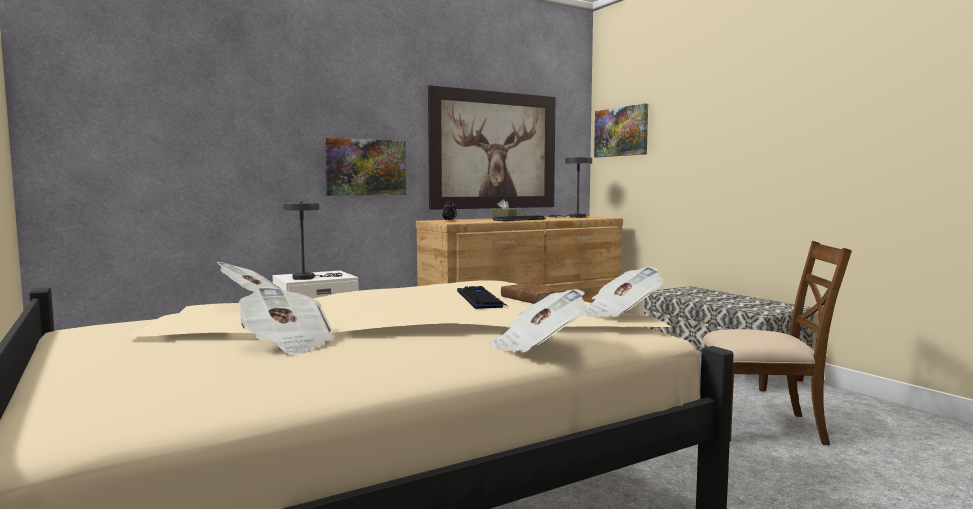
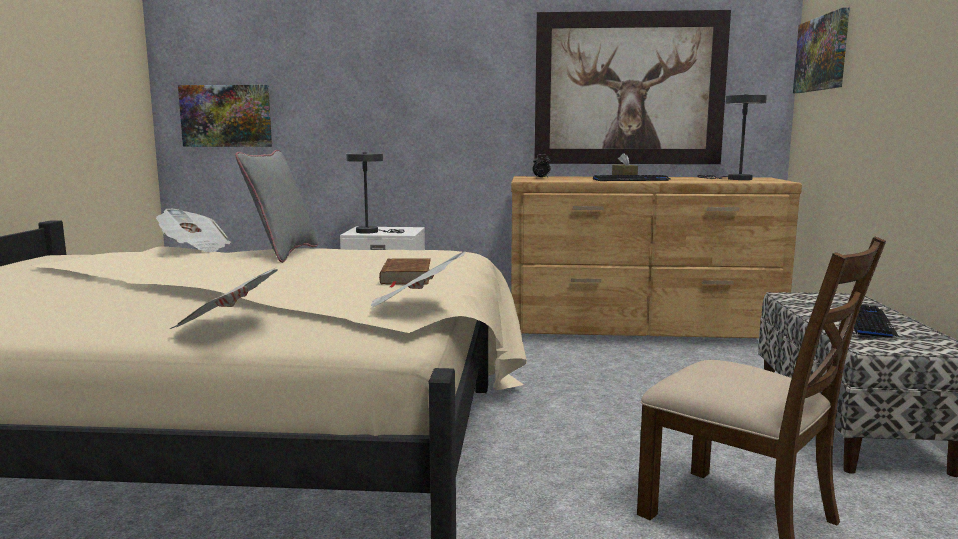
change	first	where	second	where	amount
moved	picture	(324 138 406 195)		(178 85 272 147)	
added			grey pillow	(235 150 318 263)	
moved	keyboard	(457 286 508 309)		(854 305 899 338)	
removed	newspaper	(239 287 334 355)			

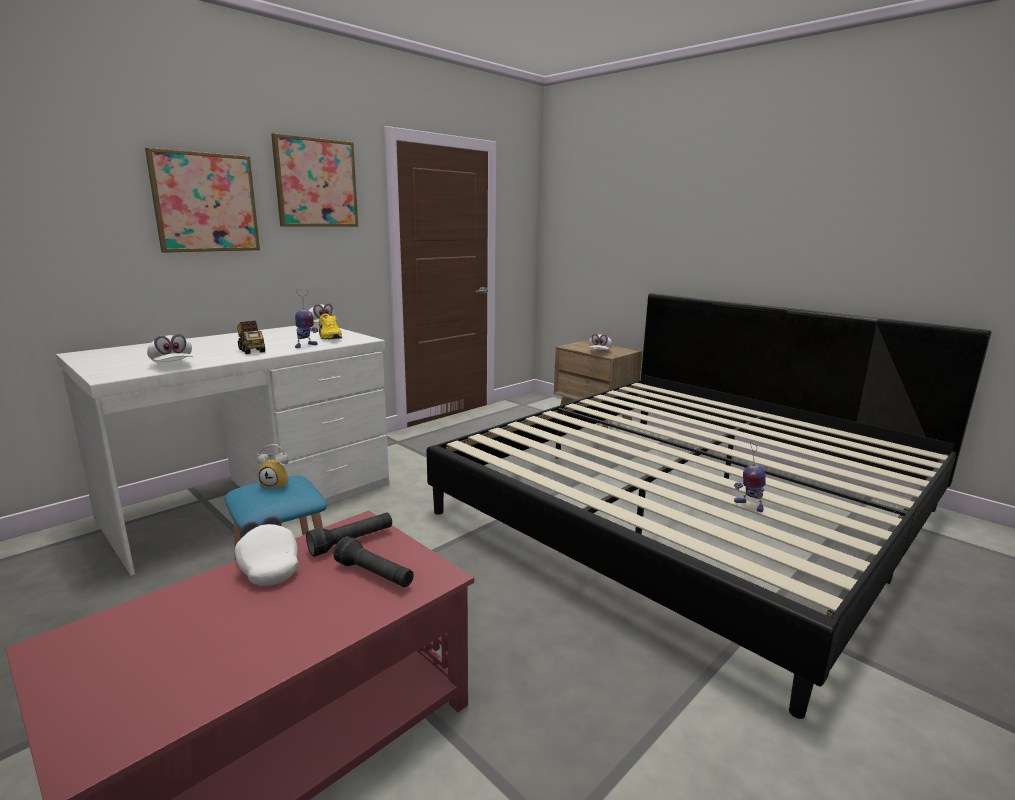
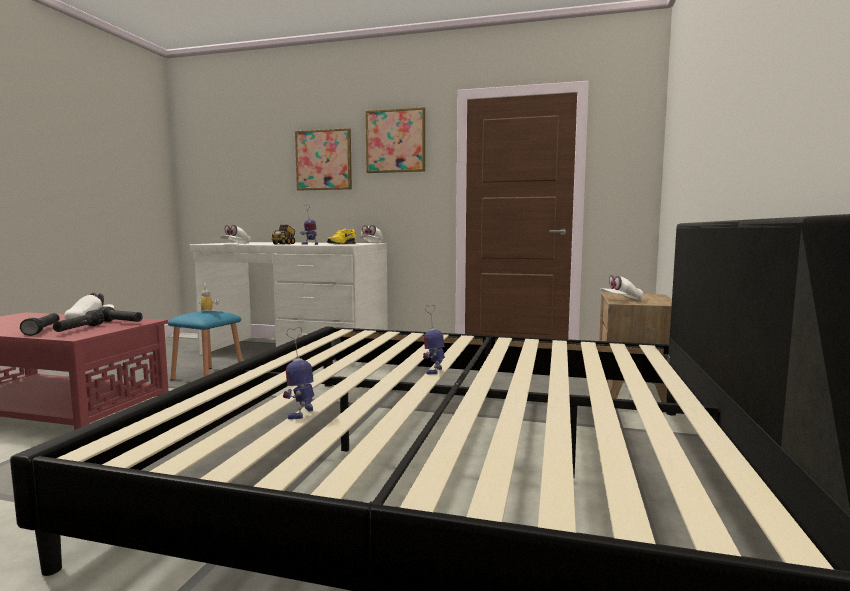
change	first	where	second	where	amount
added			black flashlight	(20 313 60 336)	
added			toy robot	(423 305 445 374)	

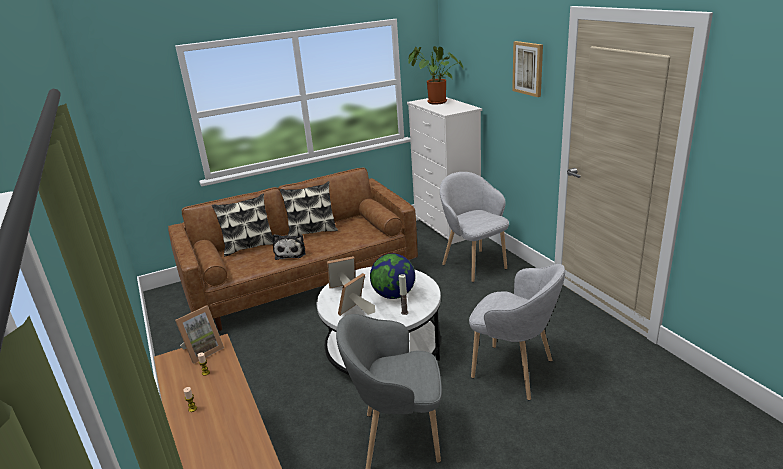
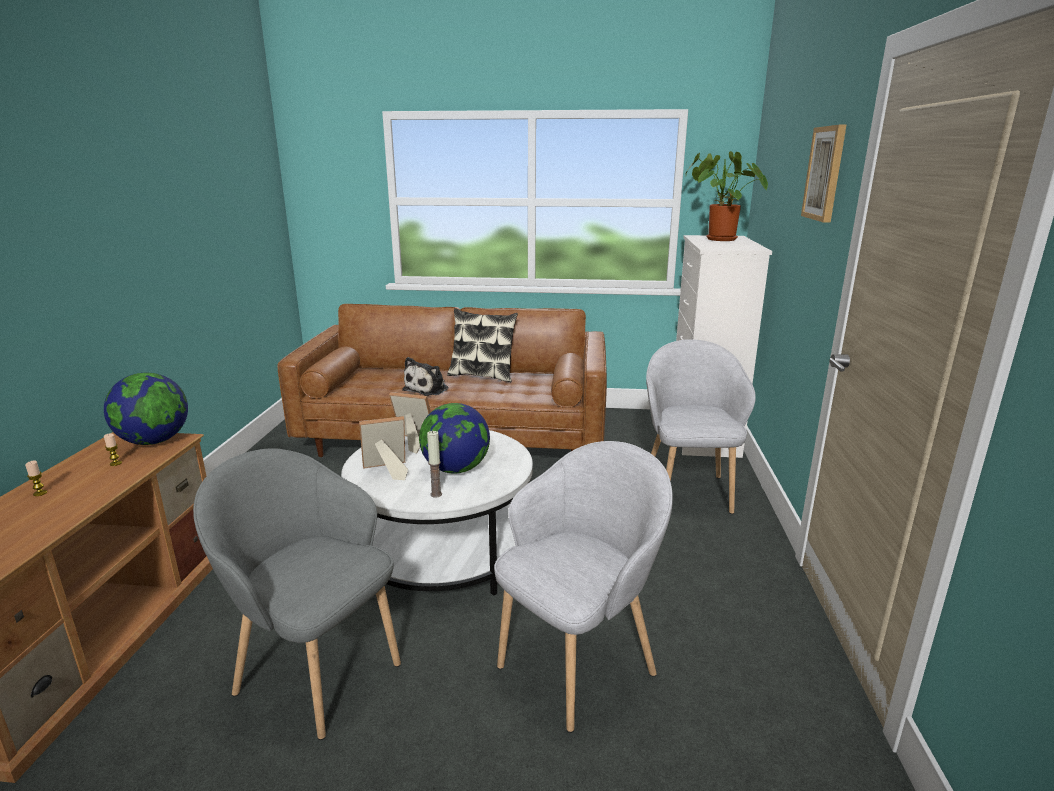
change	first	where	second	where	amount
replaced	picture frame	(175 305 224 364)	globe	(104 373 188 445)	
turned	grey armchair	(469 264 565 401)		(494 441 673 733)	105 degrees counterclockwise
removed	pillow	(212 193 273 257)			

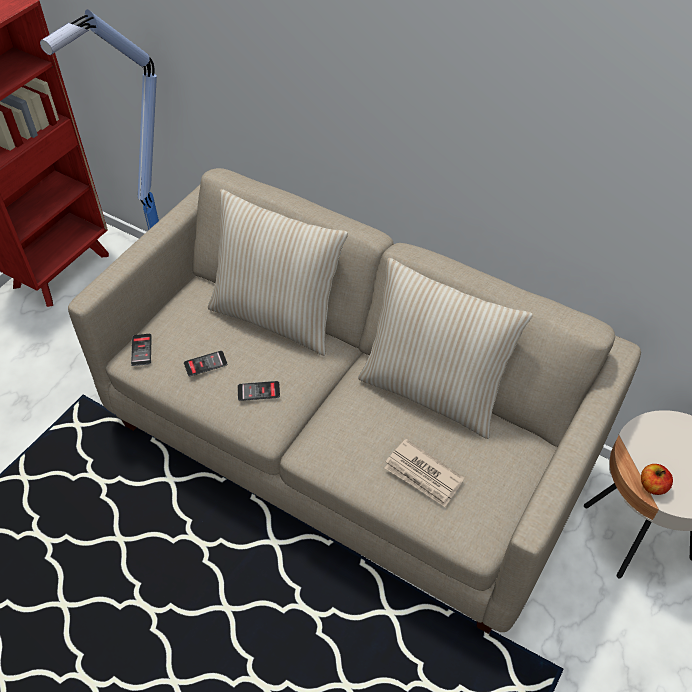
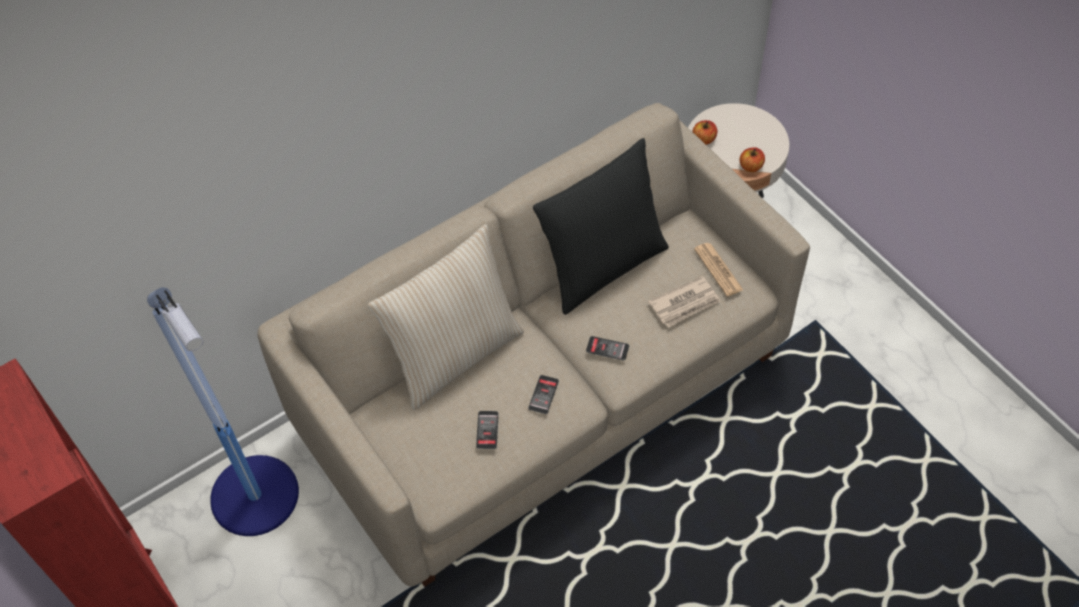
change	first	where	second	where	amount
recoloured	beige pillow	(358 258 533 439)	black pillow	(533 138 669 315)	
moved	phone	(131 334 152 366)		(586 336 629 361)	
added			apple	(692 120 717 145)	
added			newspaper	(694 243 743 297)	

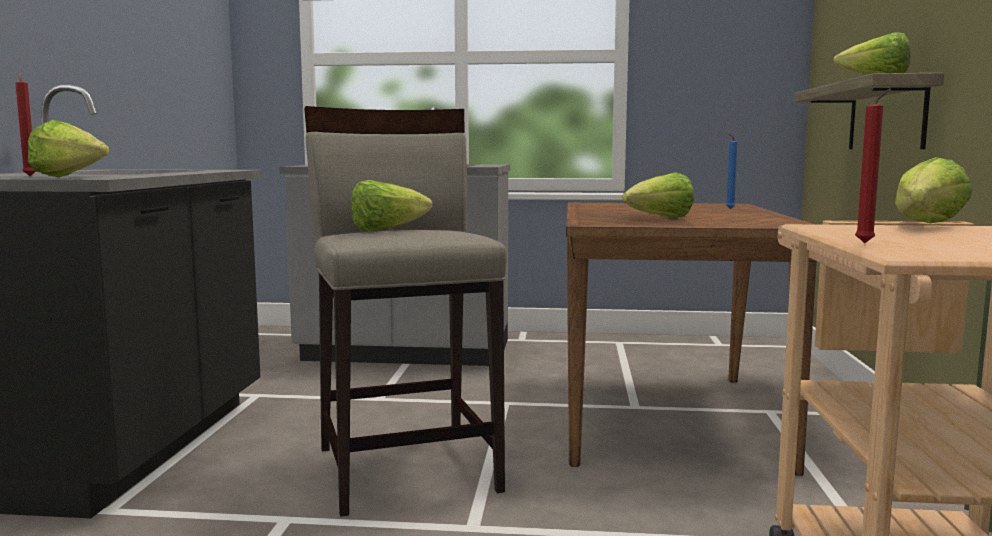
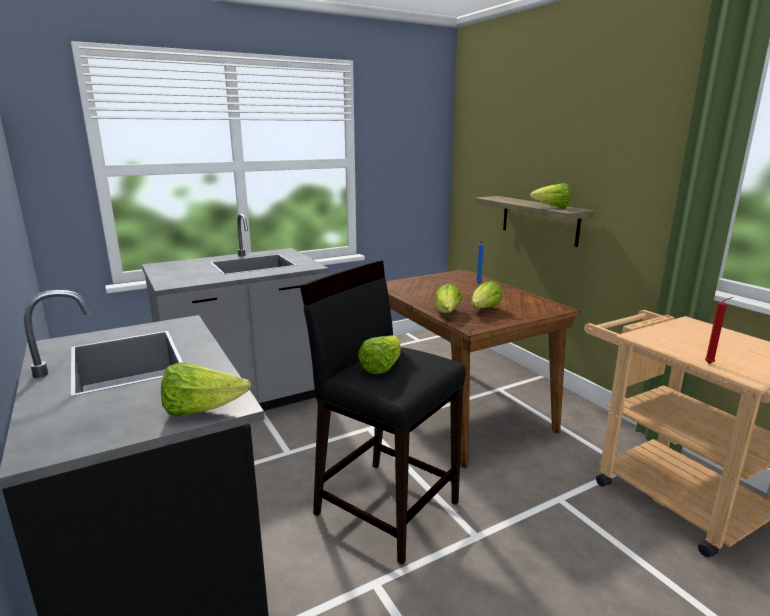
change	first	where	second	where	amount
recoloured	beige stool	(304 106 507 517)	black stool	(300 261 465 564)	
moved	lettuce	(895 157 972 223)		(435 284 462 313)	
removed	red candle	(15 73 36 176)			

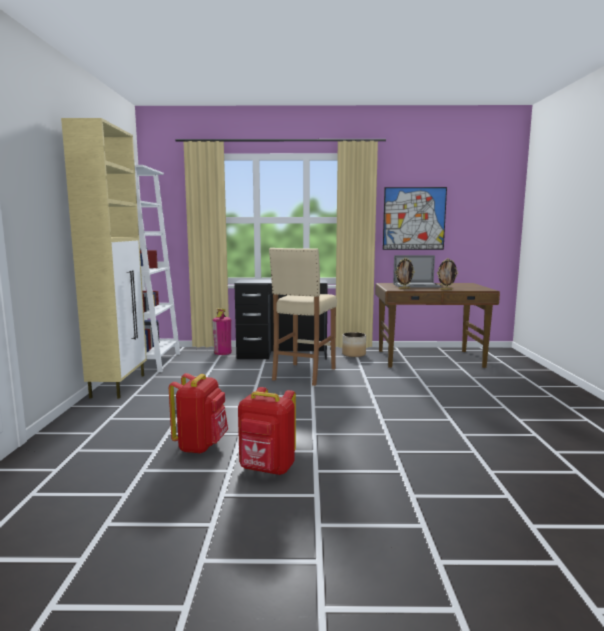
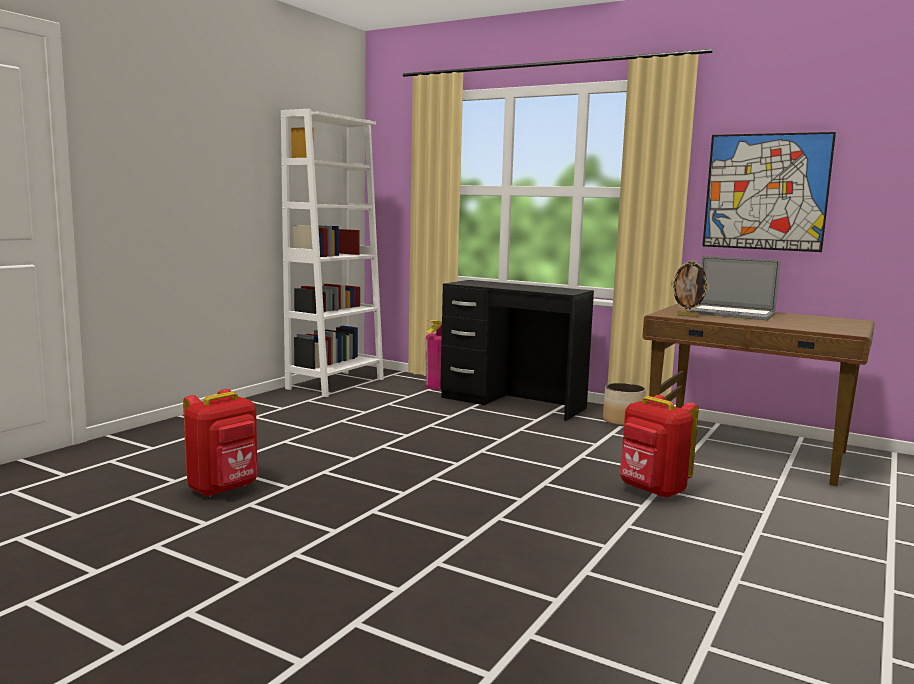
change	first	where	second	where	amount
moved	red backpack	(238 387 296 475)		(619 395 699 498)	
removed	beige cabinet	(61 118 147 398)			
removed	beige stool	(269 248 337 386)			
removed	picture frame	(437 258 458 290)			

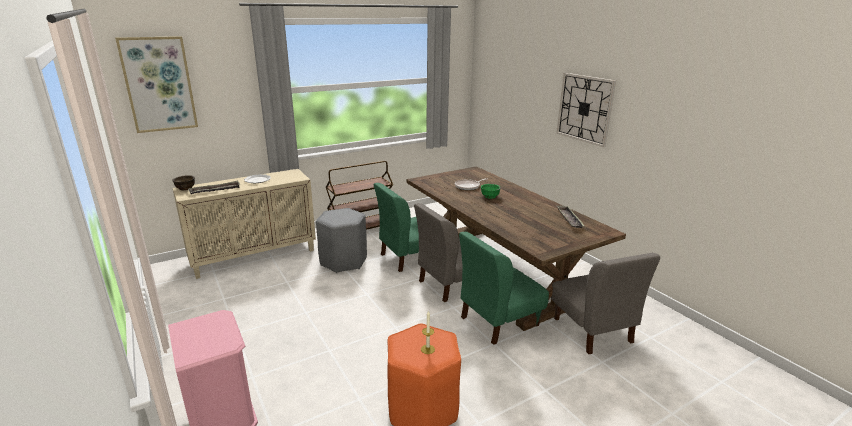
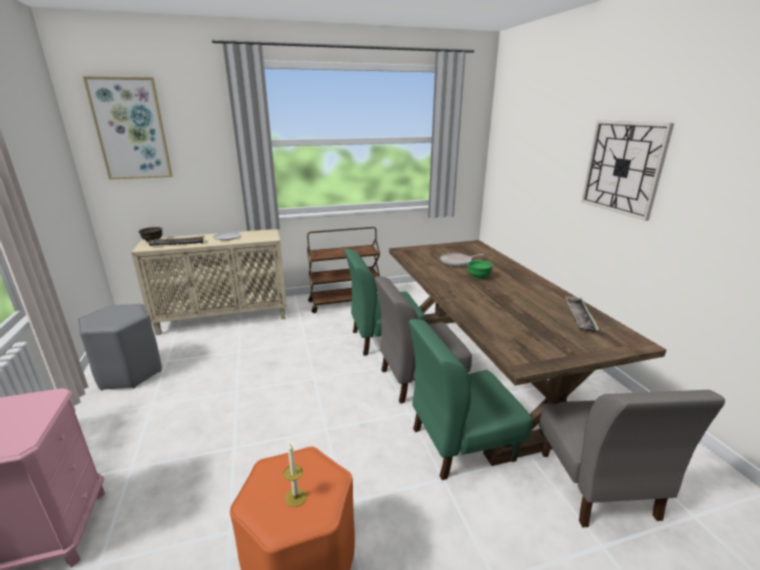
change	first	where	second	where	amount
moved	grey stool	(316 208 367 273)		(78 304 162 390)	

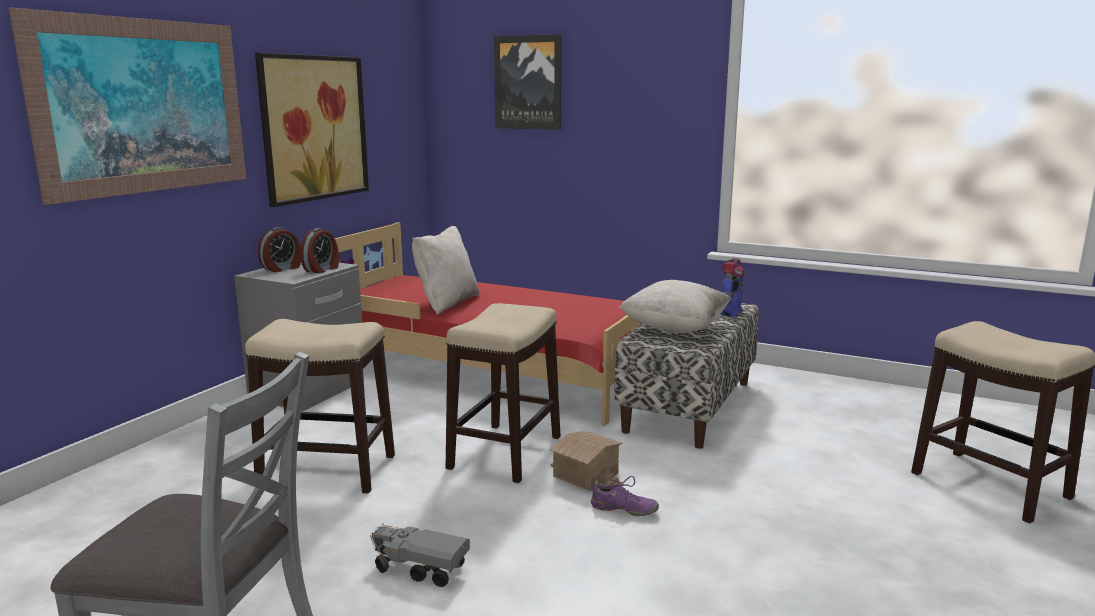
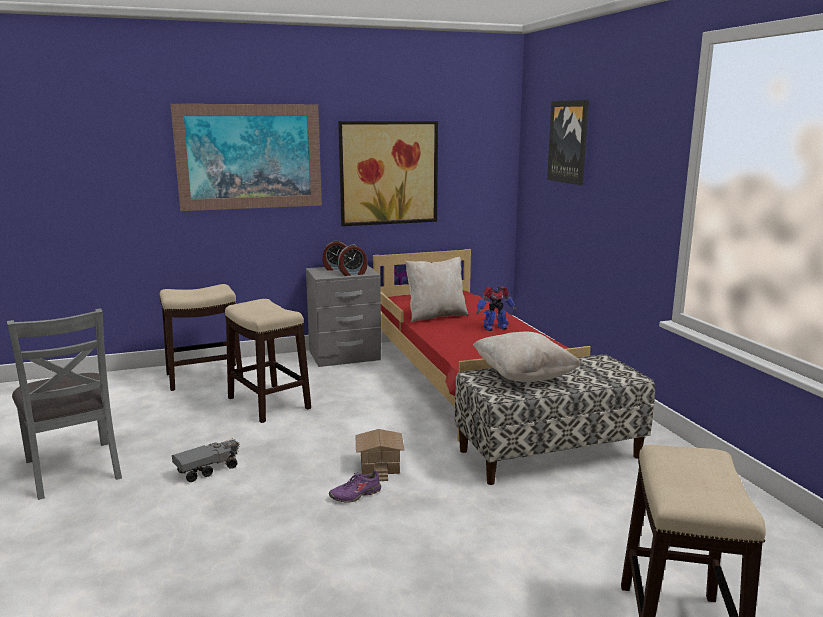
change	first	where	second	where	amount
moved	stool	(446 303 561 483)		(160 284 243 391)	
turned	toy truck	(370 526 470 587)		(172 438 240 482)	75 degrees clockwise
turned	purple shoe	(591 476 659 516)		(329 470 381 503)	90 degrees clockwise
moved	toy robot	(720 258 744 318)		(476 286 517 331)	

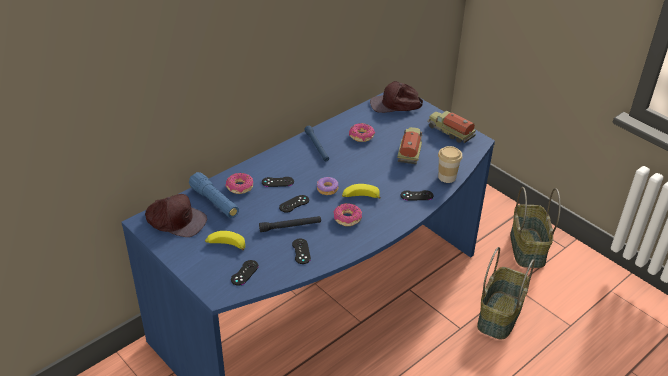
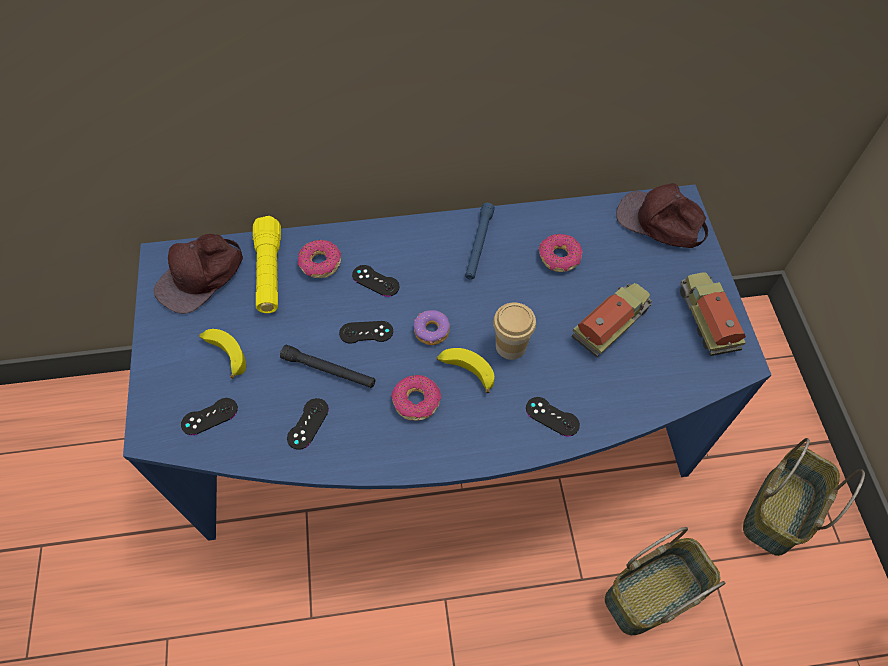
change	first	where	second	where	amount
turned	brown cap	(145 194 207 237)		(154 234 243 314)	75 degrees clockwise
recoloured	blue flashlight	(189 172 239 218)	yellow flashlight	(253 216 281 313)	
moved	cup	(438 146 462 183)		(493 302 536 360)	

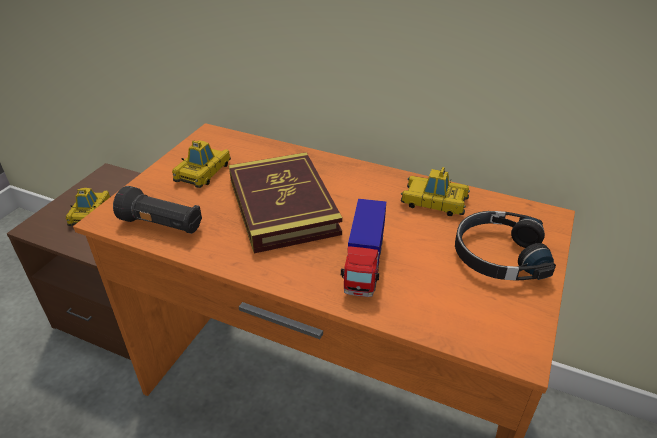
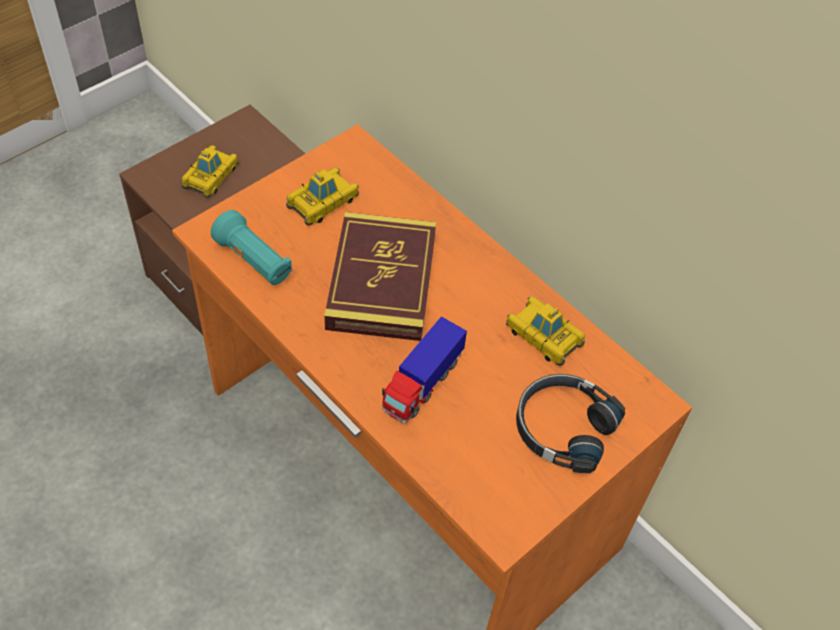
change	first	where	second	where	amount
recoloured	black flashlight	(113 186 202 234)	turquoise flashlight	(211 210 292 285)	

